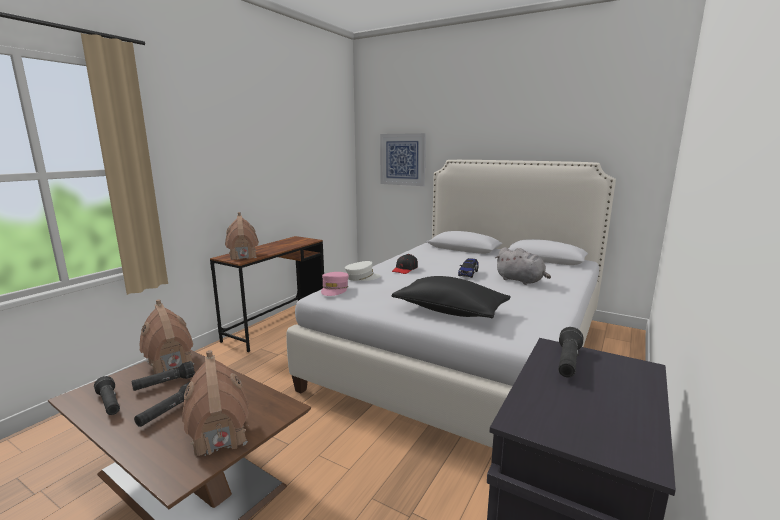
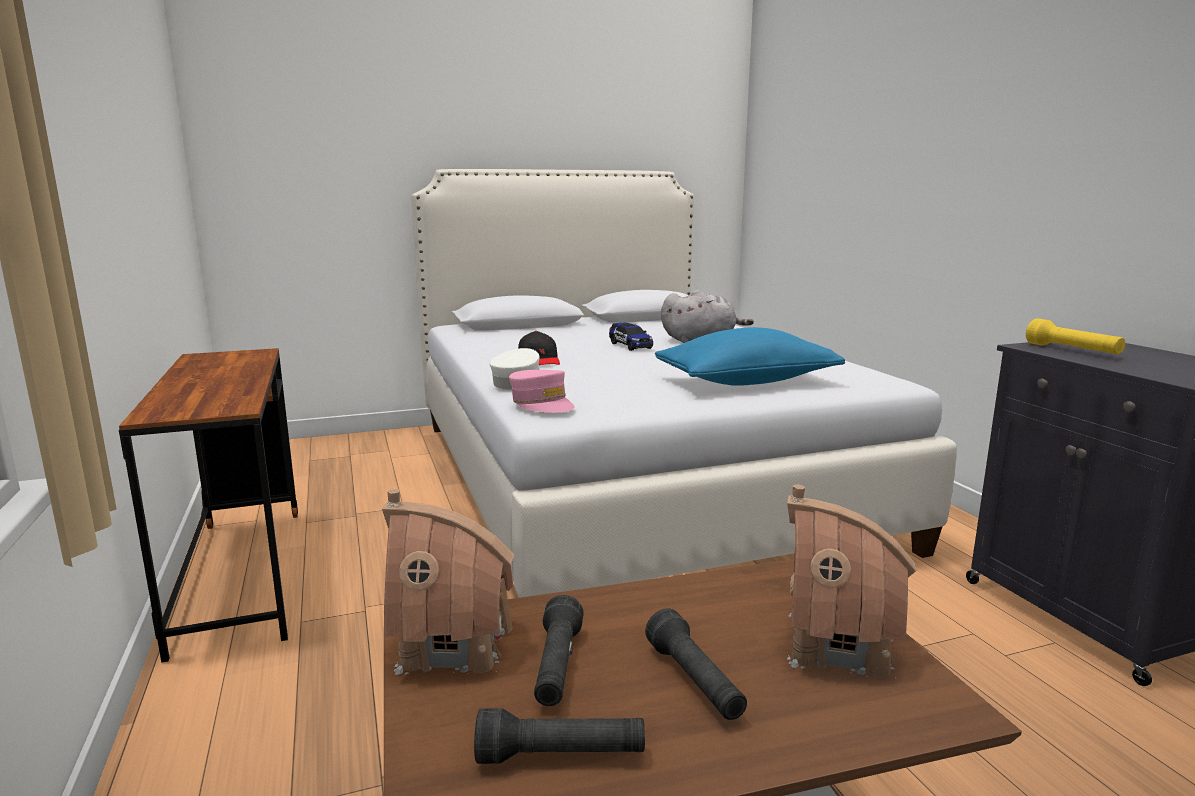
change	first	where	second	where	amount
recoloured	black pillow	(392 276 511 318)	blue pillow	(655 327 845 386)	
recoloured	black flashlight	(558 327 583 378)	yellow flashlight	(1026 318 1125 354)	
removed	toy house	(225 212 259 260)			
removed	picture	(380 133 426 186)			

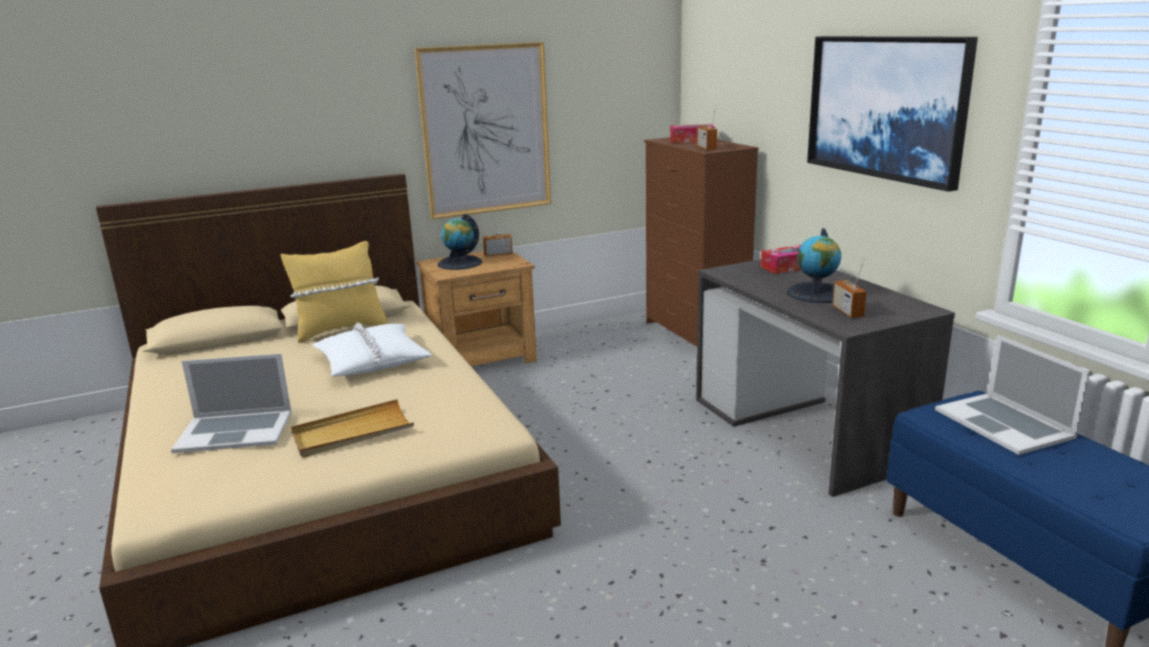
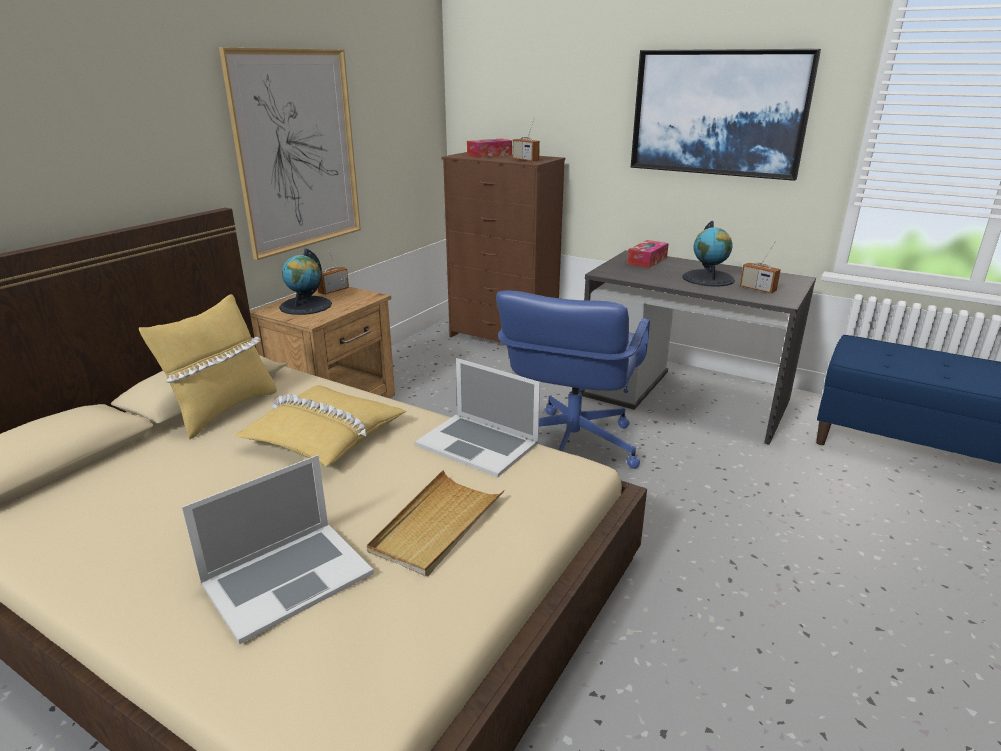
change	first	where	second	where	amount
recoloured	white pillow	(312 322 432 376)	yellow pillow	(236 385 406 467)	
moved	laptop	(935 335 1090 455)		(415 358 540 477)	
added			blue office chair	(496 290 650 469)	

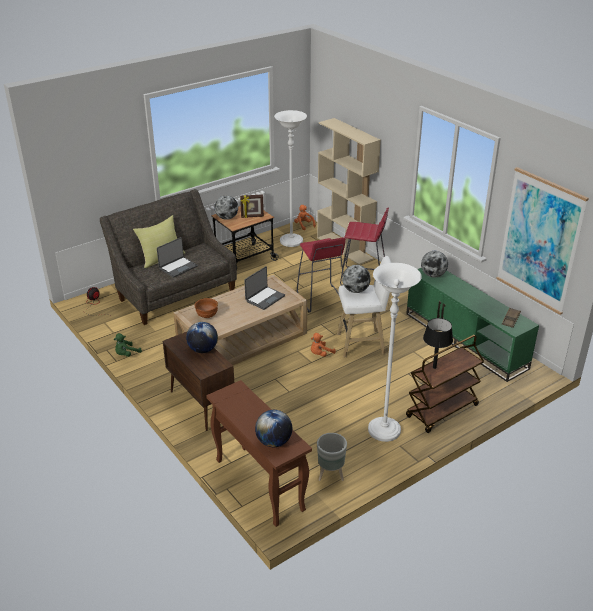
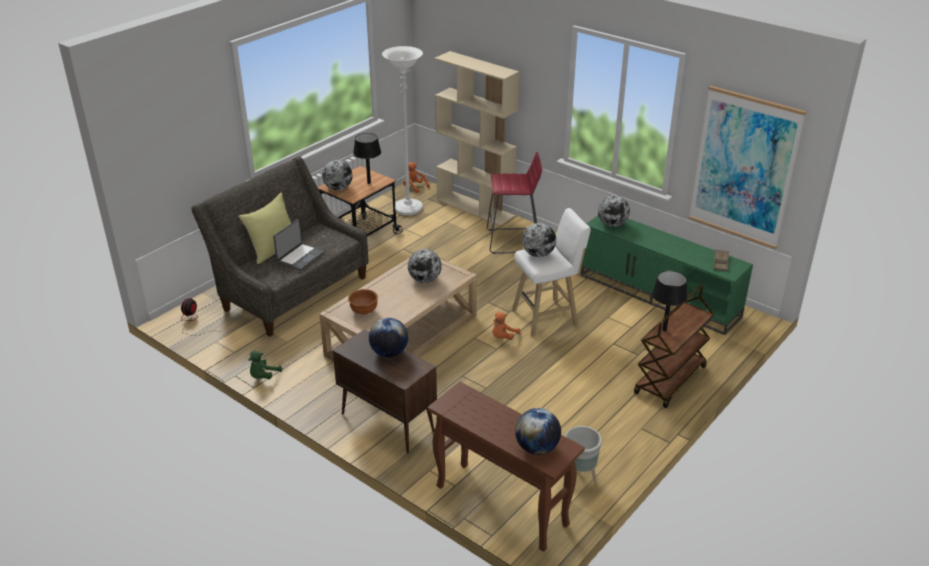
change	first	where	second	where	amount
replaced	picture frame	(240 194 264 218)	black table lamp	(353 133 381 184)	
replaced	laptop	(244 266 285 310)	globe	(408 249 442 283)	
removed	red stool	(297 237 346 313)			
removed	white floor lamp	(368 263 422 442)			

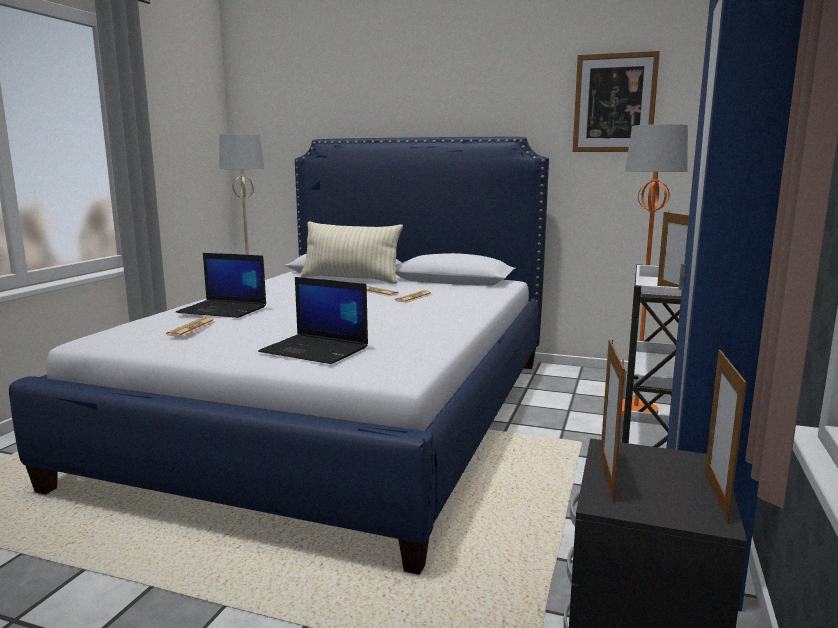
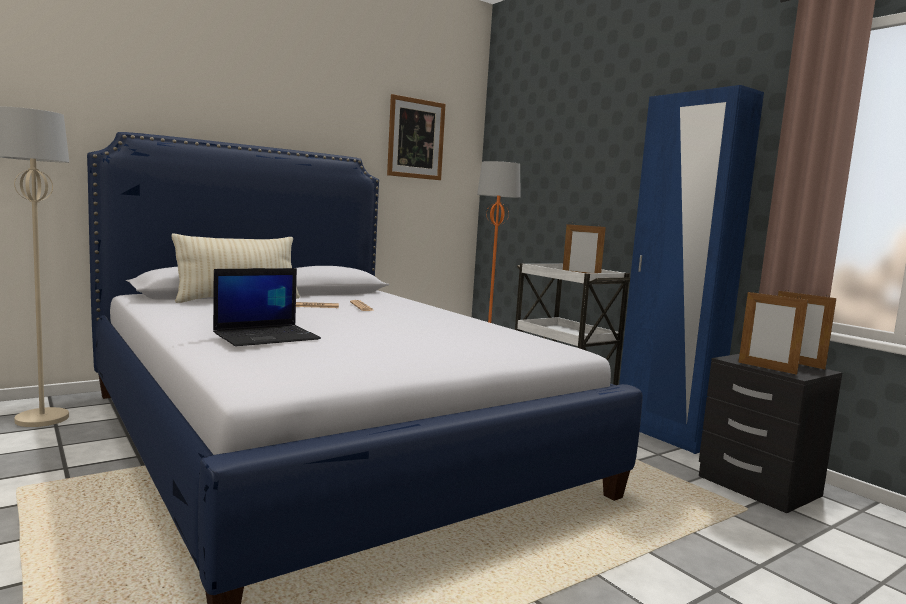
change	first	where	second	where	amount
removed	newspaper	(166 317 216 336)			
removed	laptop	(258 277 368 364)			

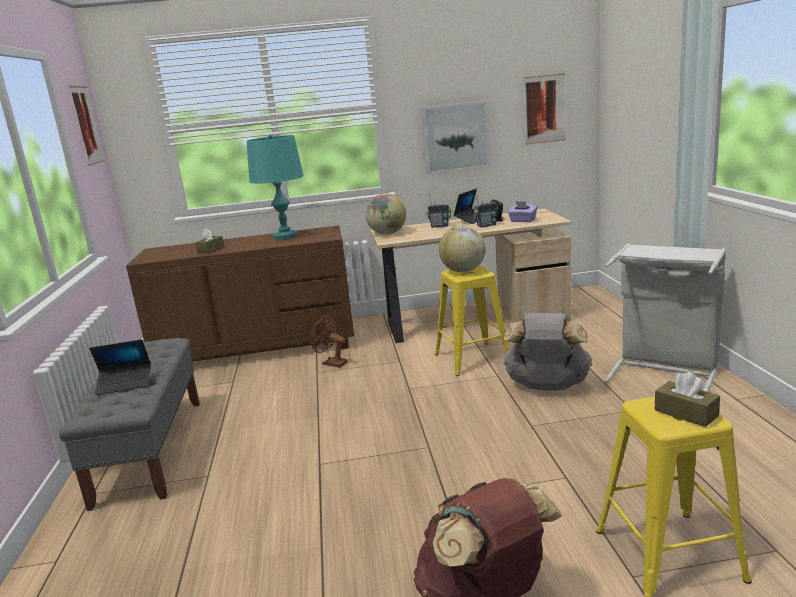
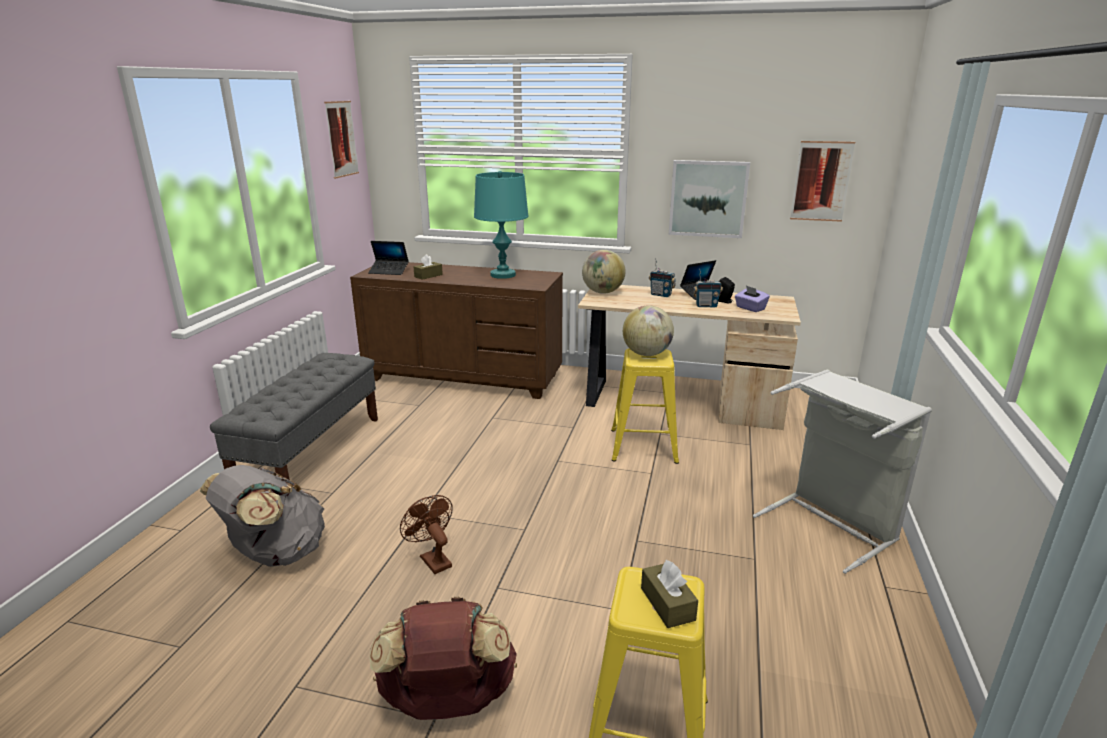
change	first	where	second	where	amount
moved	grey backpack	(503 313 592 390)		(200 465 325 567)	
moved	laptop	(89 339 151 395)		(368 241 409 275)	
moved	brown fan	(310 315 348 368)		(400 495 453 574)	

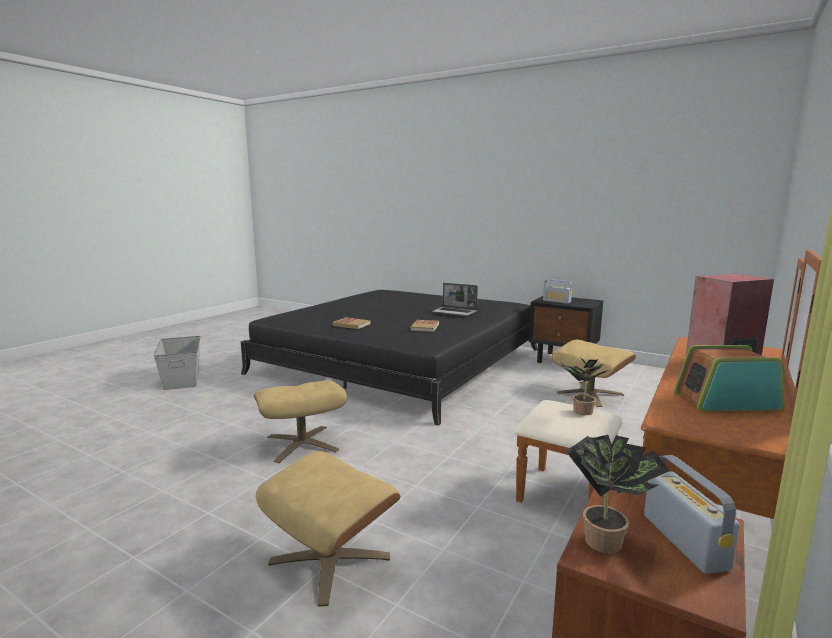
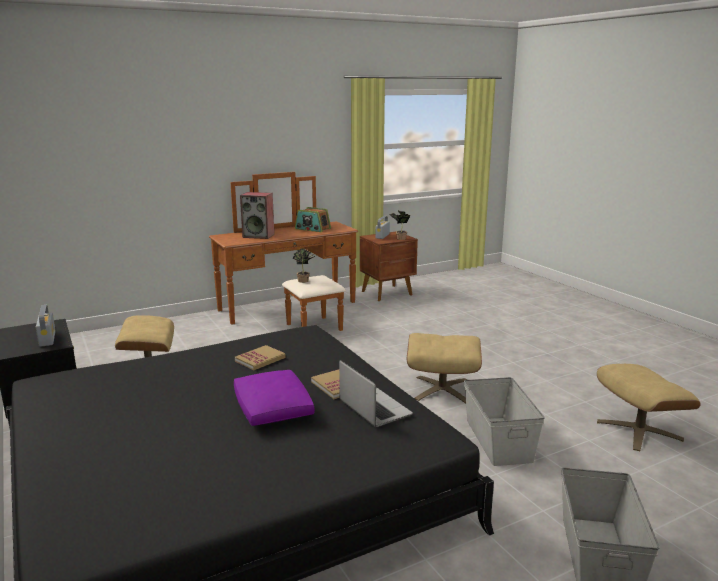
change	first	where	second	where	amount
added			purple pillow	(234 370 315 426)	
moved	laptop	(432 283 478 316)		(339 360 413 427)	
added			grey storage box	(464 377 545 466)	
moved	beige ottoman	(256 451 401 607)		(597 364 701 451)	

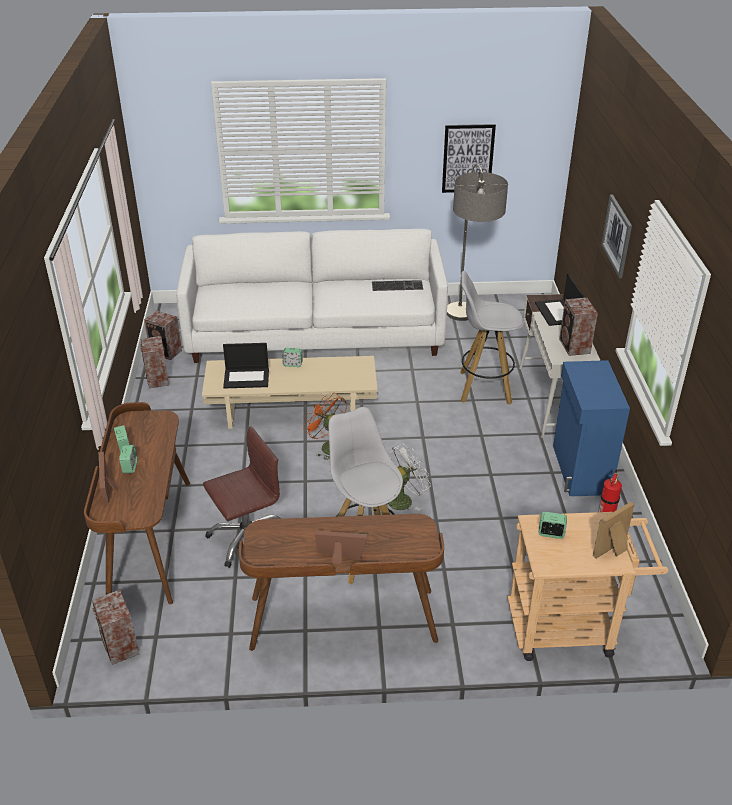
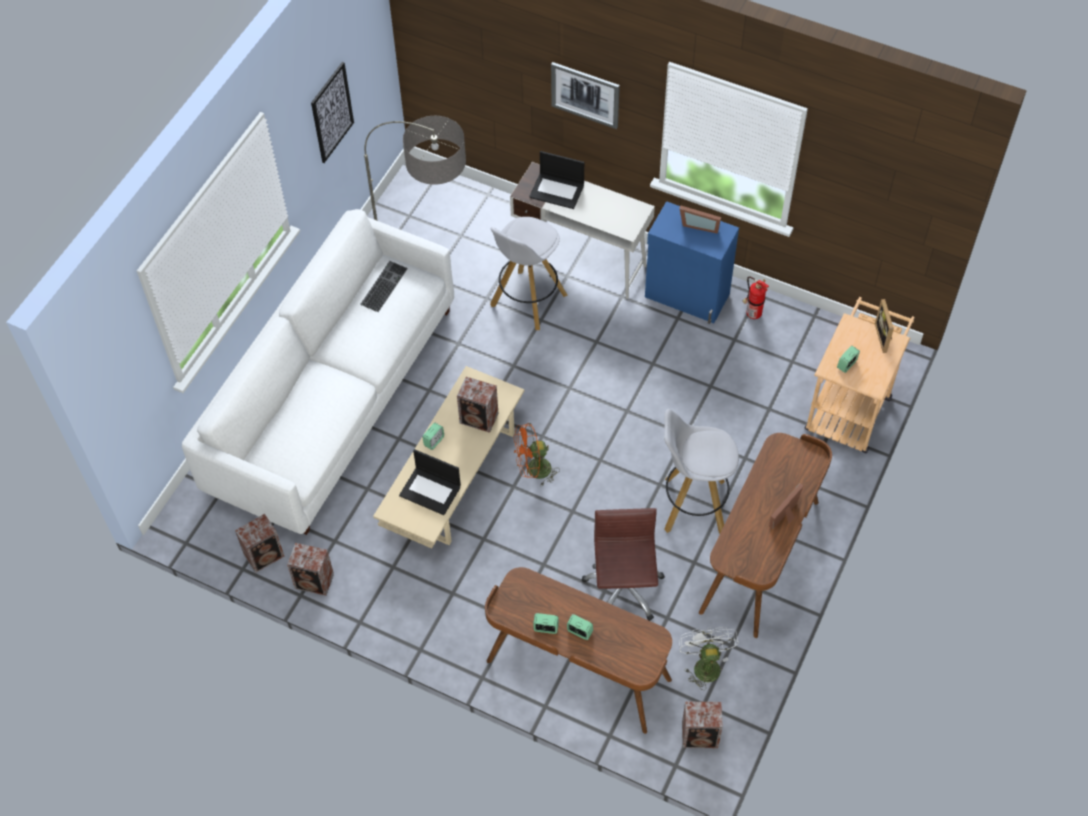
change	first	where	second	where	amount
turned	laptop	(223 343 269 389)		(399 449 461 515)	90 degrees clockwise
moved	speaker	(559 298 598 356)		(457 377 498 433)	
moved	picture frame	(99 452 118 506)		(679 205 721 234)	
moved	white fan	(388 443 431 511)		(679 627 739 690)	

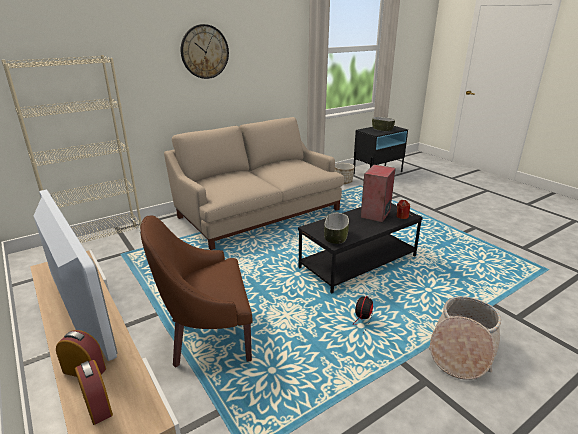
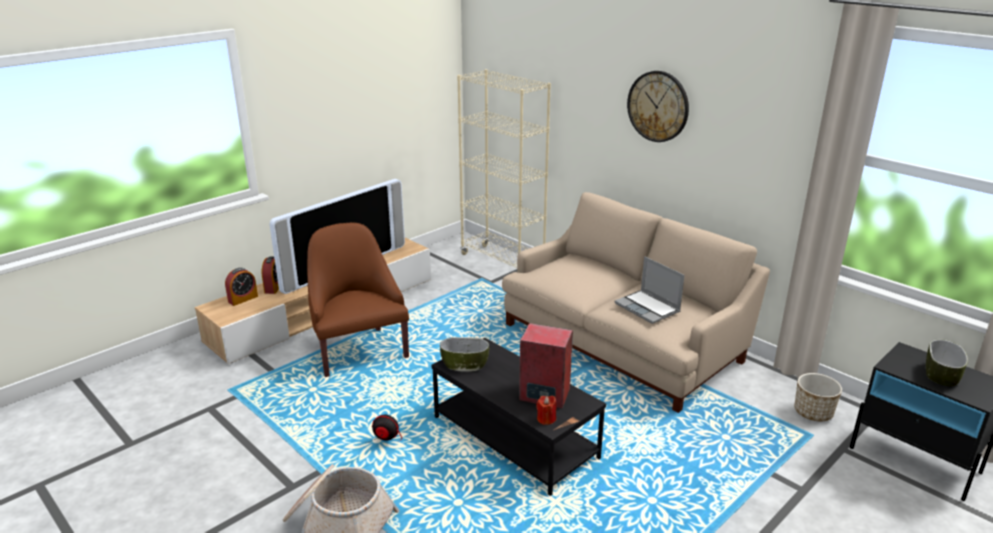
change	first	where	second	where	amount
added			laptop	(614 256 685 324)	

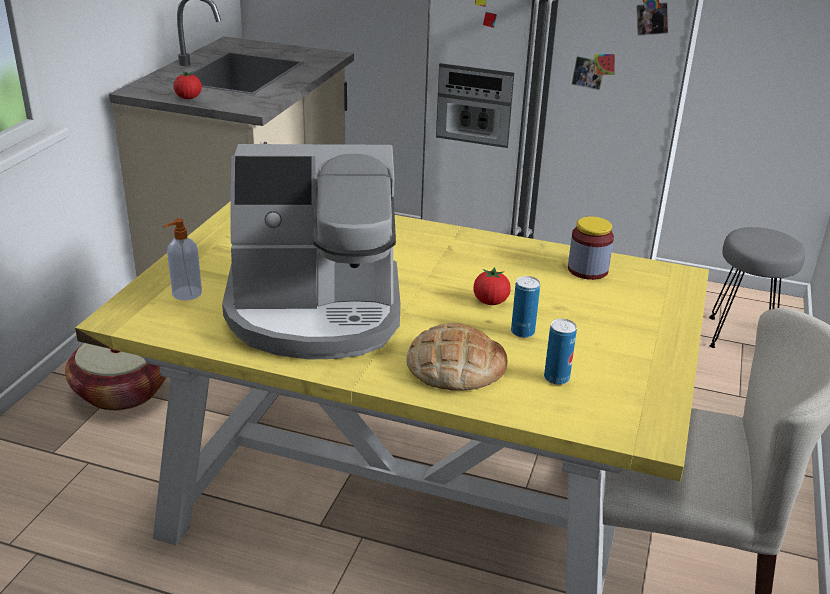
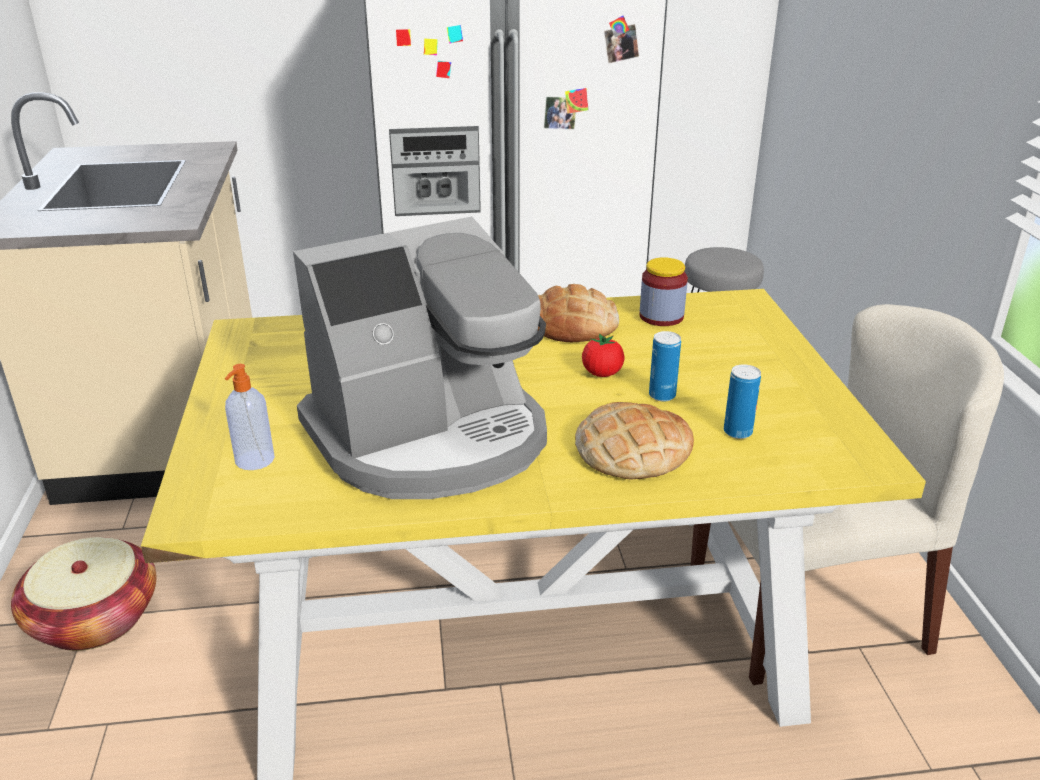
change	first	where	second	where	amount
added			bread	(538 284 619 342)	
removed	tomato	(173 71 202 99)			

